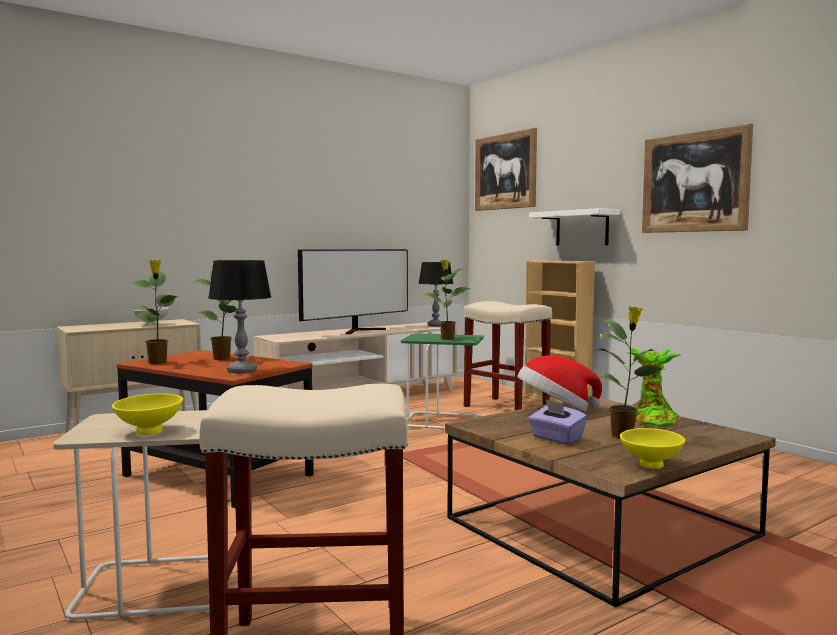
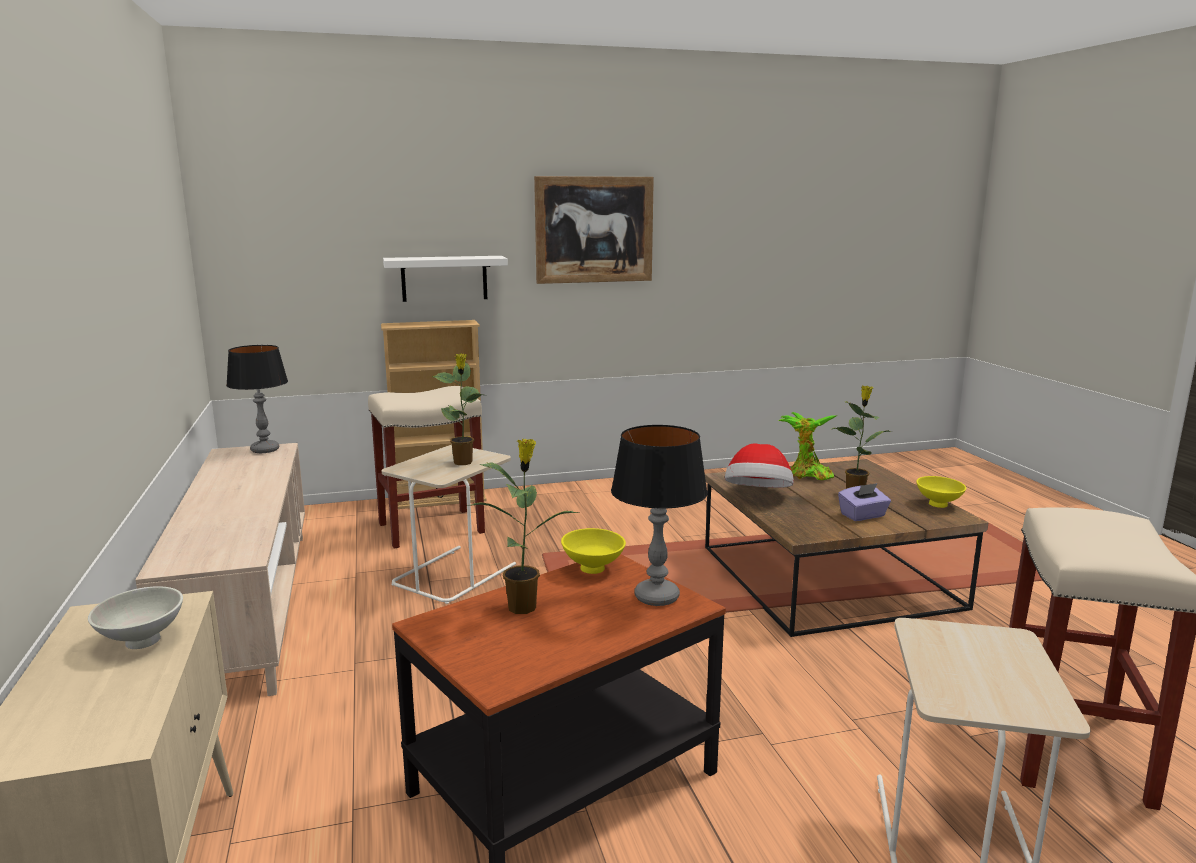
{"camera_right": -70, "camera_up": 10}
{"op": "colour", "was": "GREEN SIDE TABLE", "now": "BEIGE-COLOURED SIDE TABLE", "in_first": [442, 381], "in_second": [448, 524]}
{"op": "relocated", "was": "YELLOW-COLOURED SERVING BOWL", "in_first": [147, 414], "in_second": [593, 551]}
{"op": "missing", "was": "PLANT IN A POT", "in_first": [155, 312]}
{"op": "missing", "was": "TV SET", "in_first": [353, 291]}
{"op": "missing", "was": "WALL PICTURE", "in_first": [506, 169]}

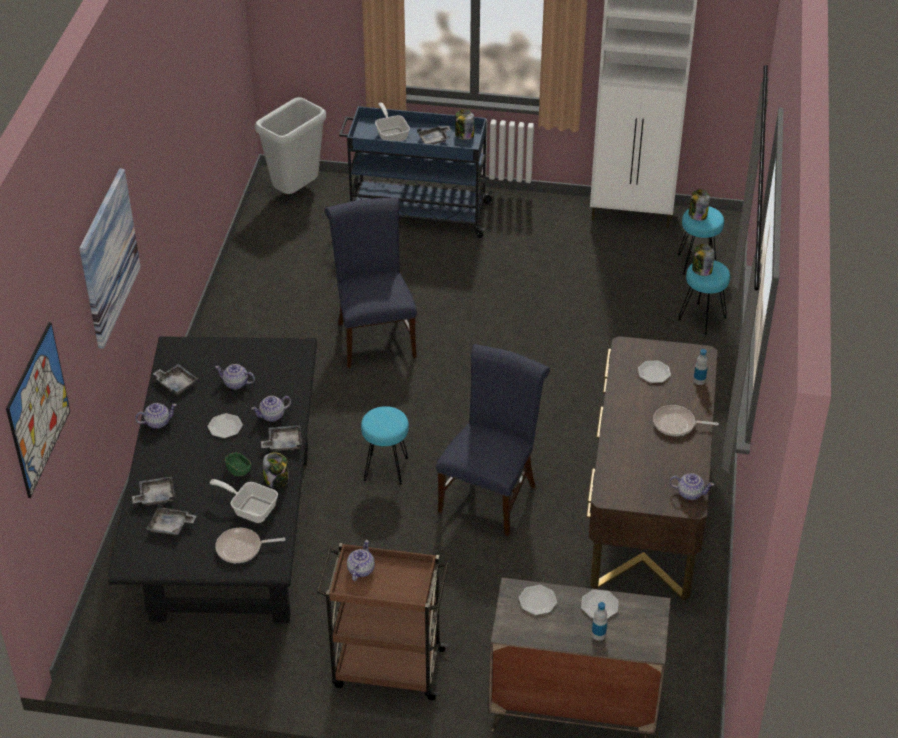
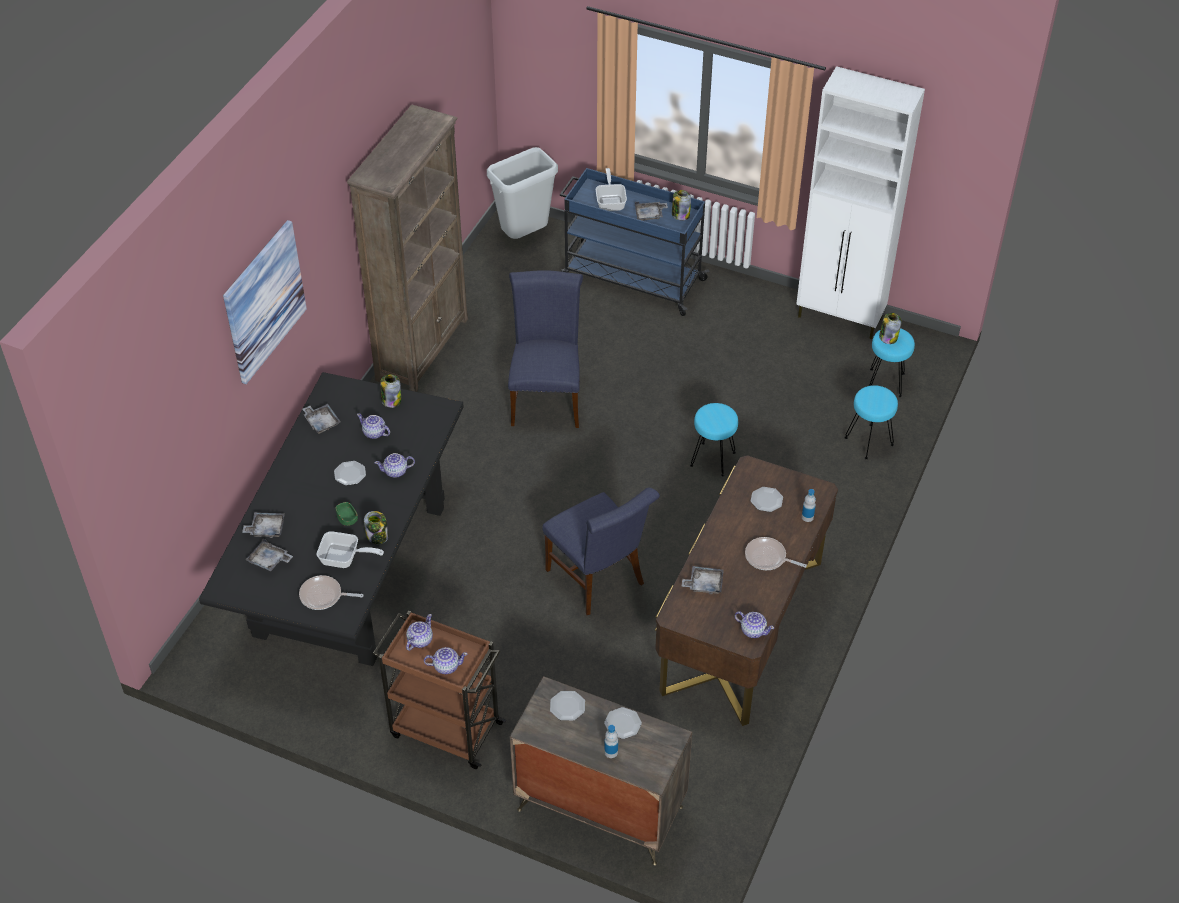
{"camera_right": 15, "camera_up": 5}
{"op": "spun", "was": "SKILLET", "in_first": [244, 501], "in_second": [350, 549], "clockwise": 150}
{"op": "appeared", "now": "BROWNISH BOOKSHELF", "in_second": [407, 248]}
{"op": "relocated", "was": "STORAGE JAR", "in_first": [703, 260], "in_second": [390, 391]}
{"op": "relocated", "was": "TEAPOT", "in_first": [156, 416], "in_second": [446, 660]}
{"op": "spun", "was": "BLUE PLAIN CHAIR", "in_first": [493, 440], "in_second": [601, 551], "clockwise": 105}
{"op": "relocated", "was": "GREYISH SERVING TRAY", "in_first": [281, 438], "in_second": [703, 580]}
{"op": "relocated", "was": "TURQUOISE-COLOURED STOOL", "in_first": [385, 445], "in_second": [714, 440]}
{"op": "missing", "was": "WALL PICTURE", "in_first": [38, 410]}

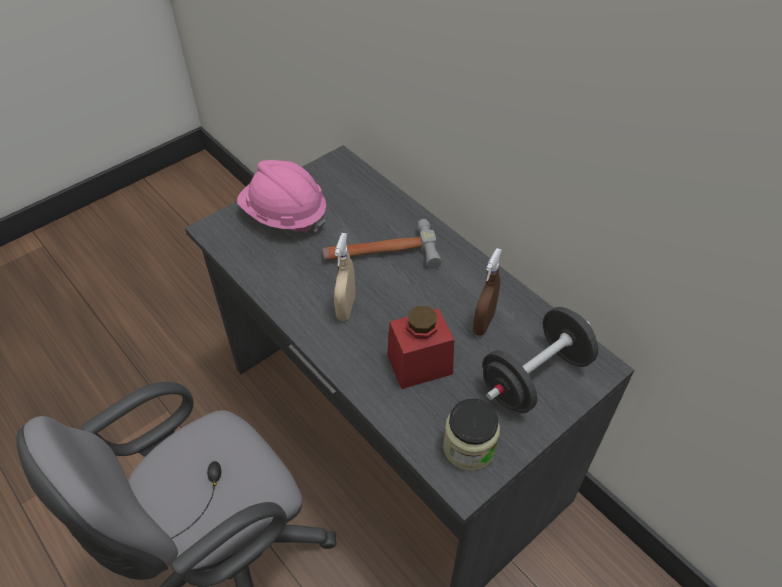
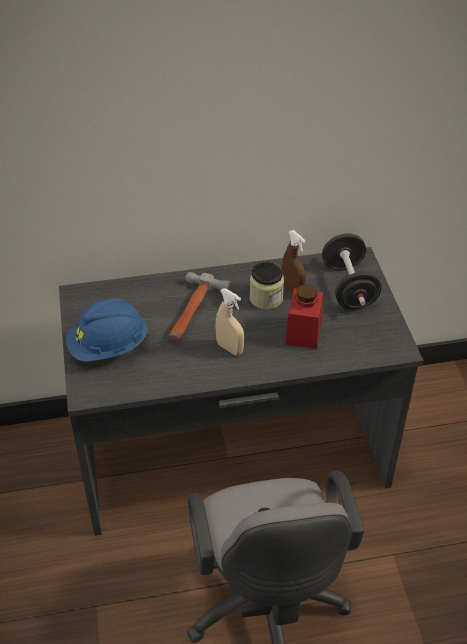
{"camera_right": -60, "camera_up": -5}
{"op": "colour", "was": "PINK-COLOURED HARD HAT", "now": "BLUE HARD HAT", "in_first": [281, 196], "in_second": [107, 330]}
{"op": "relocated", "was": "STORAGE JAR", "in_first": [471, 434], "in_second": [267, 286]}

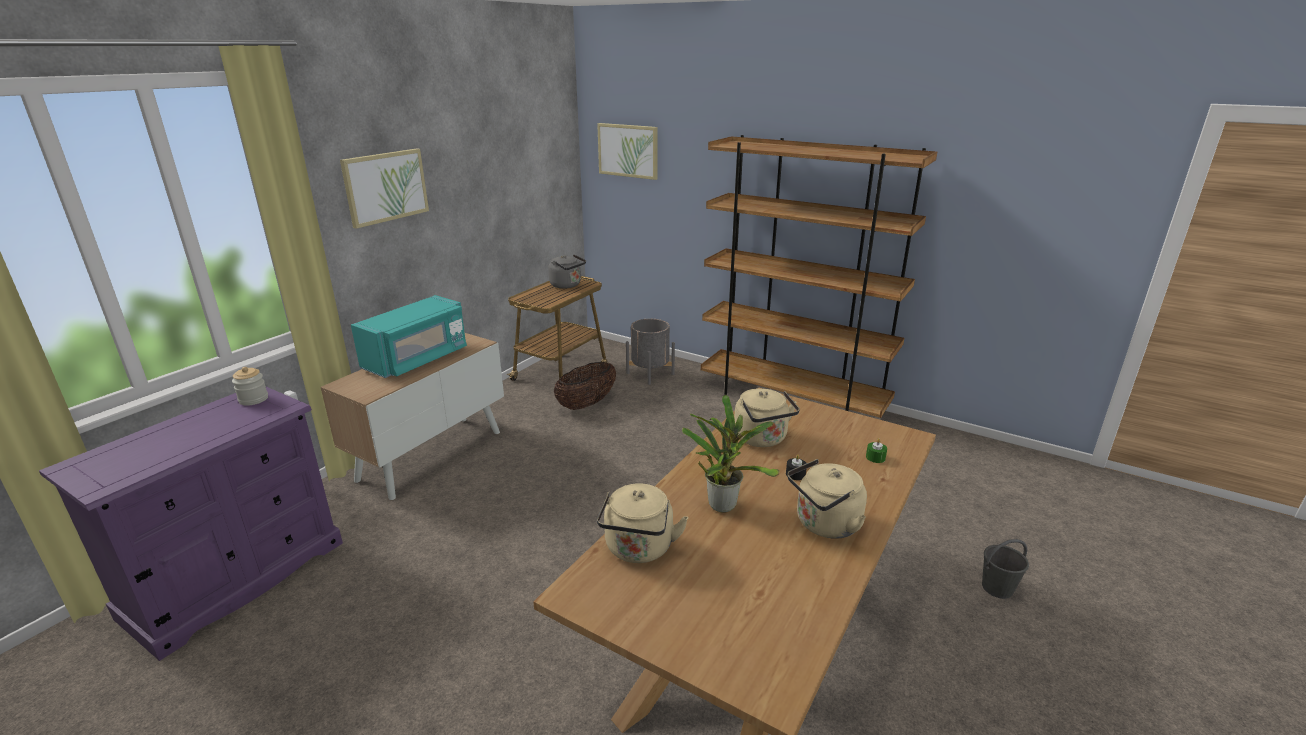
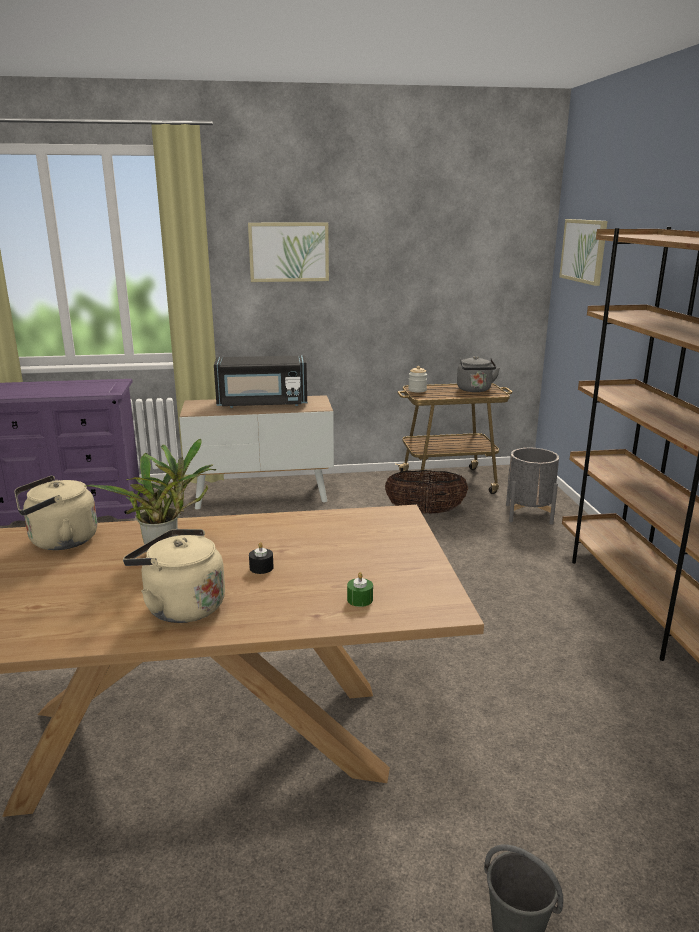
{"camera_right": 50, "camera_up": -5}
{"op": "colour", "was": "TURQUOISE-COLOURED MICROWAVE", "now": "BLACKISH MICROWAVE", "in_first": [409, 336], "in_second": [260, 381]}
{"op": "relocated", "was": "STORAGE JAR", "in_first": [250, 386], "in_second": [417, 379]}
{"op": "missing", "was": "BEIGE-COLOURED KETTLE", "in_first": [767, 417]}

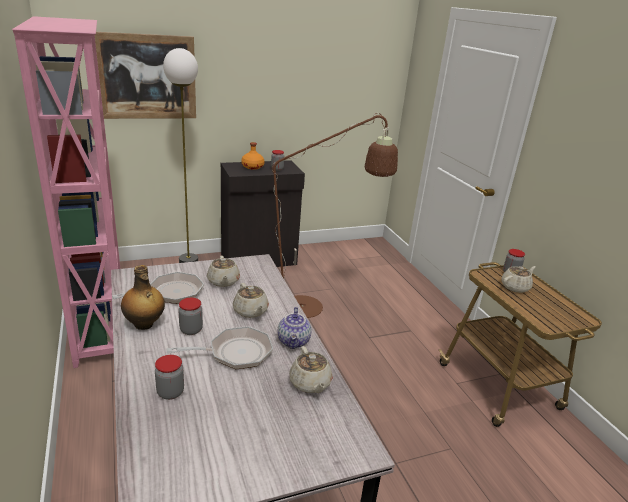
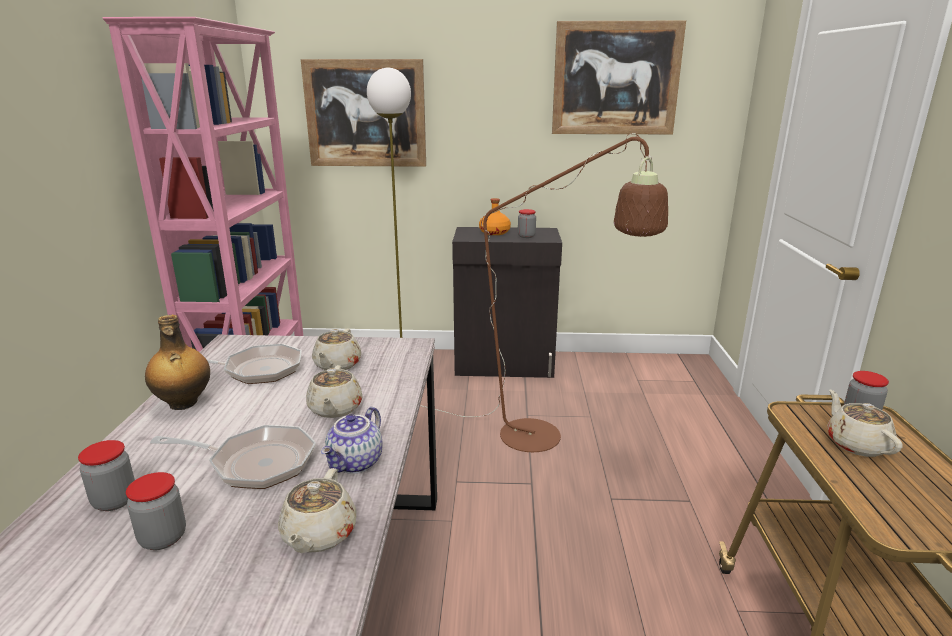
{"camera_right": 25, "camera_up": -5}
{"op": "relocated", "was": "STORAGE JAR", "in_first": [190, 316], "in_second": [156, 511]}
{"op": "appeared", "now": "WALL PICTURE", "in_second": [619, 77]}
{"op": "spun", "was": "BEIGE-COLOURED TEAPOT", "in_first": [518, 279], "in_second": [864, 423], "clockwise": -90}

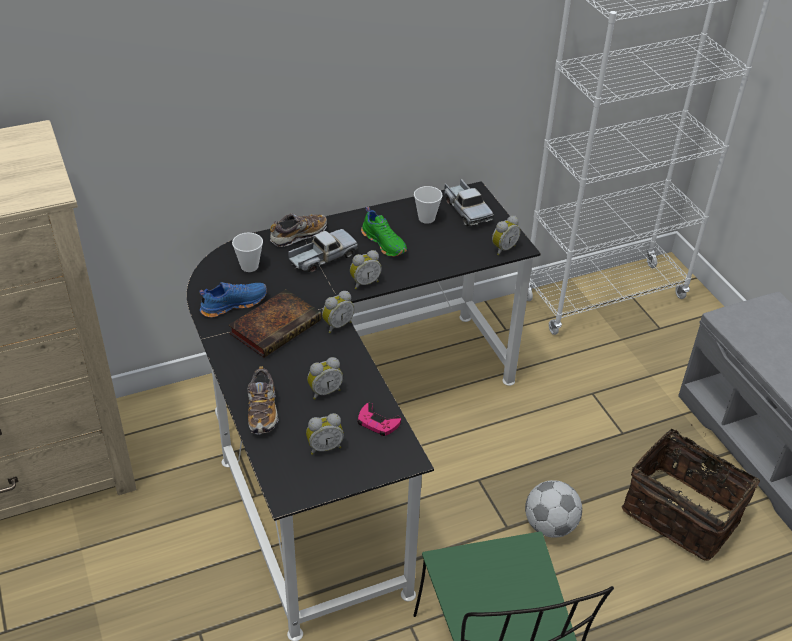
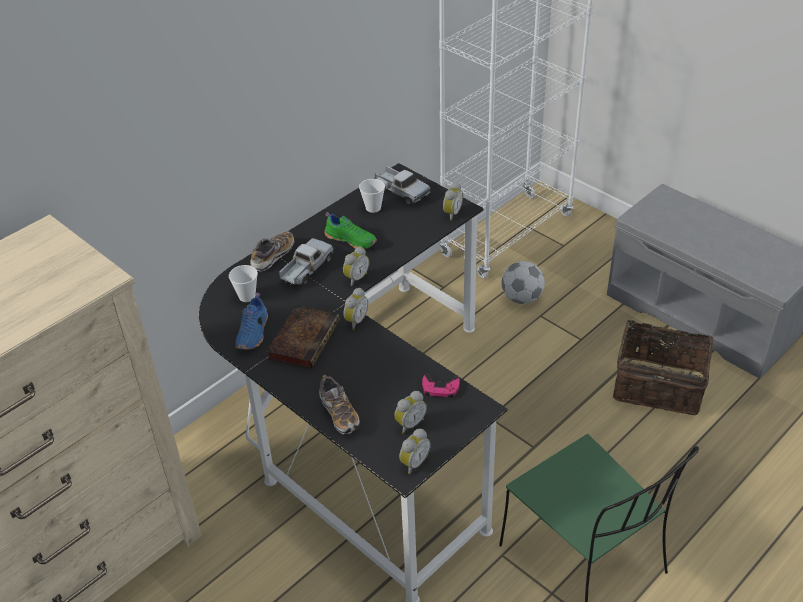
{"camera_right": -20, "camera_up": 0}
{"op": "spun", "was": "BLUE SHOE", "in_first": [233, 300], "in_second": [252, 321], "clockwise": 150}
{"op": "relocated", "was": "TABLE CLOCK", "in_first": [325, 378], "in_second": [415, 451]}
{"op": "relocated", "was": "BALL FOR FOOTBALL", "in_first": [553, 509], "in_second": [523, 282]}

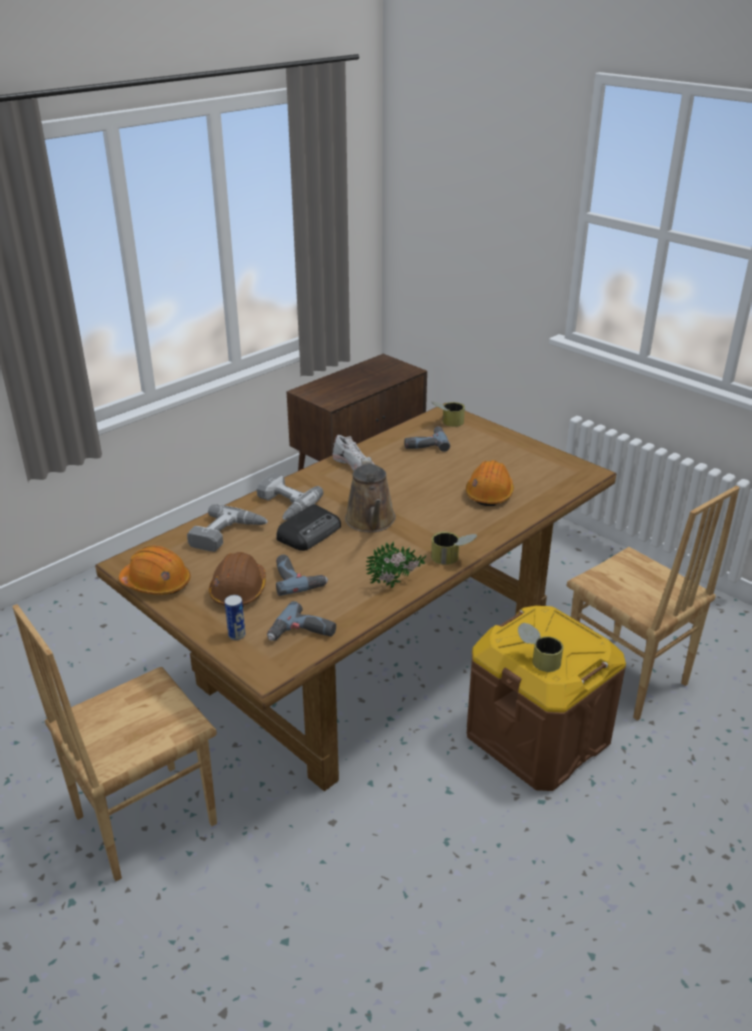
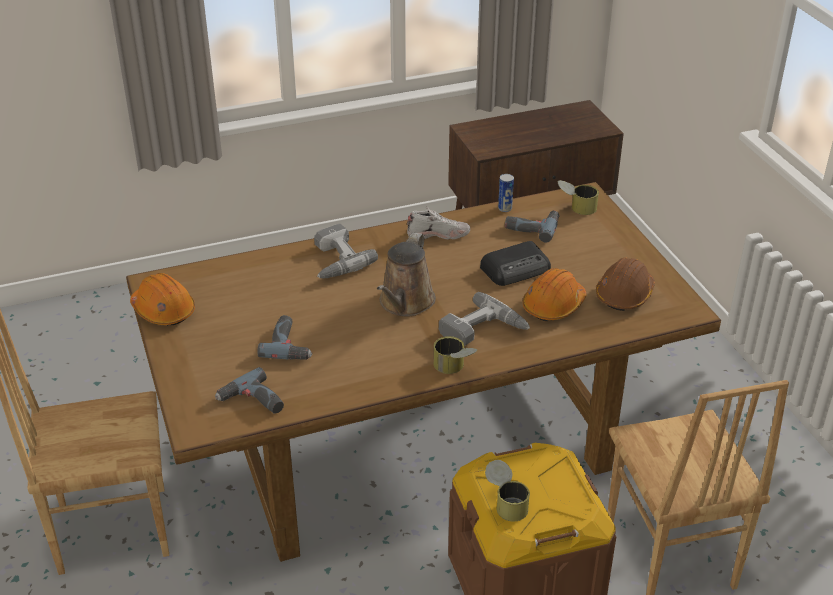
{"camera_right": 25, "camera_up": 5}
{"op": "spun", "was": "WHITE SHOE", "in_first": [353, 453], "in_second": [438, 223], "clockwise": -75}
{"op": "relocated", "was": "POWER DRILL", "in_first": [227, 528], "in_second": [484, 319]}
{"op": "relocated", "was": "RADIO SET", "in_first": [308, 527], "in_second": [515, 263]}
{"op": "relocated", "was": "CAN", "in_first": [235, 617], "in_second": [506, 193]}
{"op": "relocated", "was": "BROWNISH HARD HAT", "in_first": [237, 579], "in_second": [625, 284]}
{"op": "missing", "was": "PLANT IN A POT", "in_first": [396, 564]}

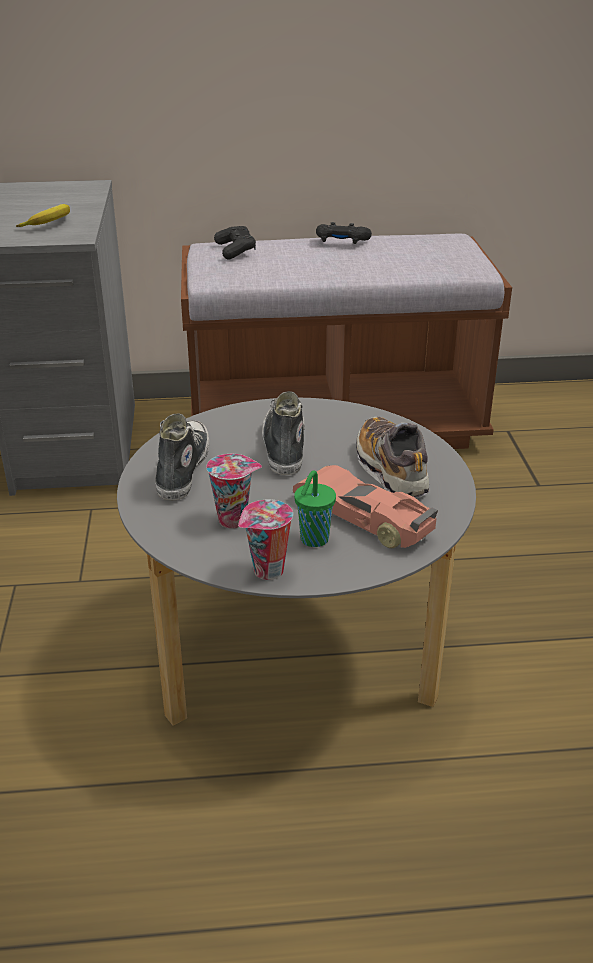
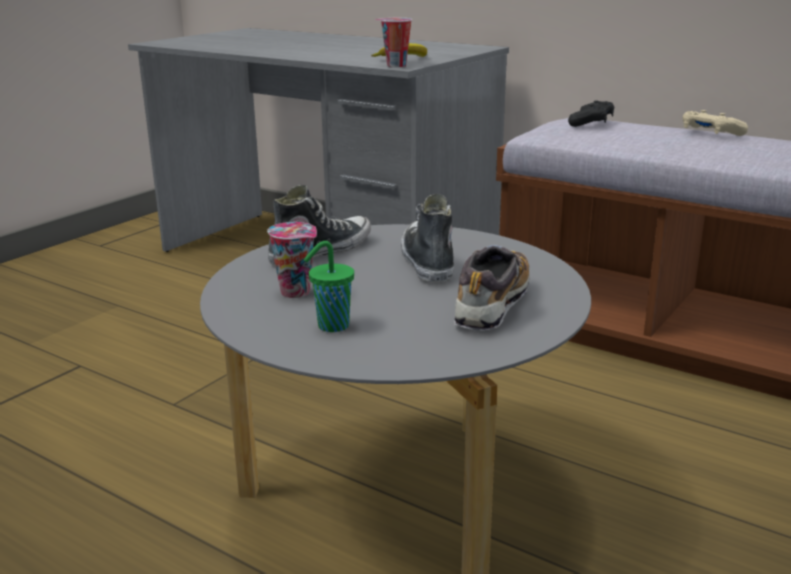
{"camera_right": 40, "camera_up": -10}
{"op": "relocated", "was": "SMALL CUP", "in_first": [265, 539], "in_second": [393, 42]}
{"op": "spun", "was": "SHOE", "in_first": [283, 433], "in_second": [427, 238], "clockwise": -45}
{"op": "colour", "was": "BLACKISH GAMEPAD", "now": "BEIGE-COLOURED GAMEPAD", "in_first": [344, 233], "in_second": [715, 123]}
{"op": "missing", "was": "MODEL CAR", "in_first": [365, 506]}

